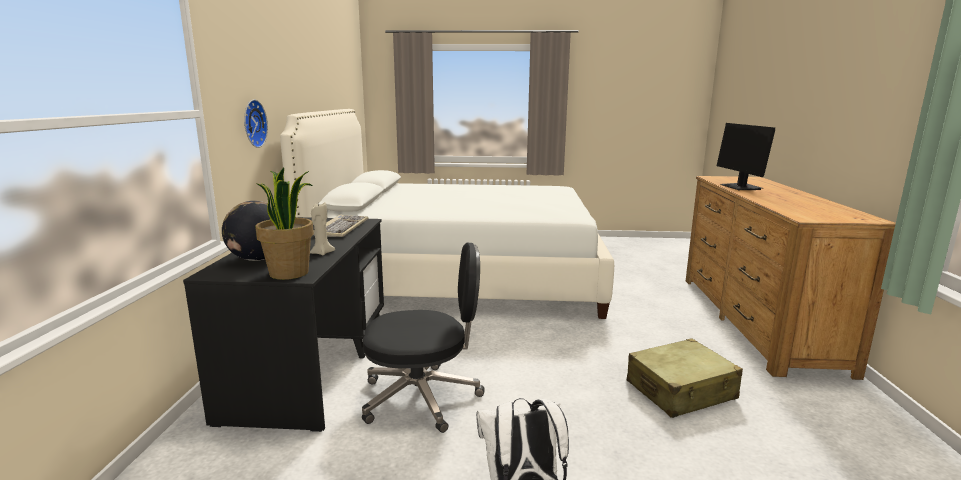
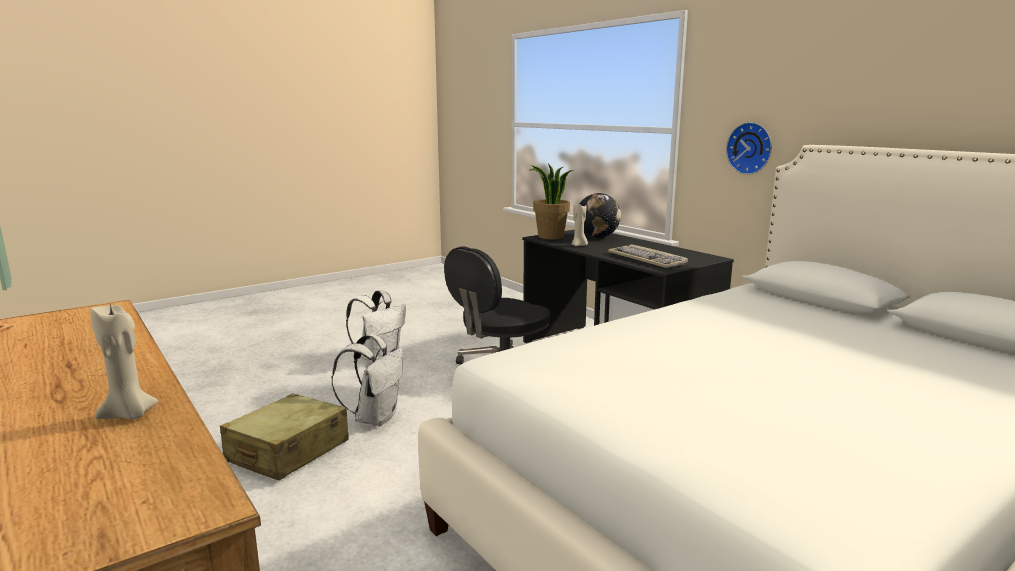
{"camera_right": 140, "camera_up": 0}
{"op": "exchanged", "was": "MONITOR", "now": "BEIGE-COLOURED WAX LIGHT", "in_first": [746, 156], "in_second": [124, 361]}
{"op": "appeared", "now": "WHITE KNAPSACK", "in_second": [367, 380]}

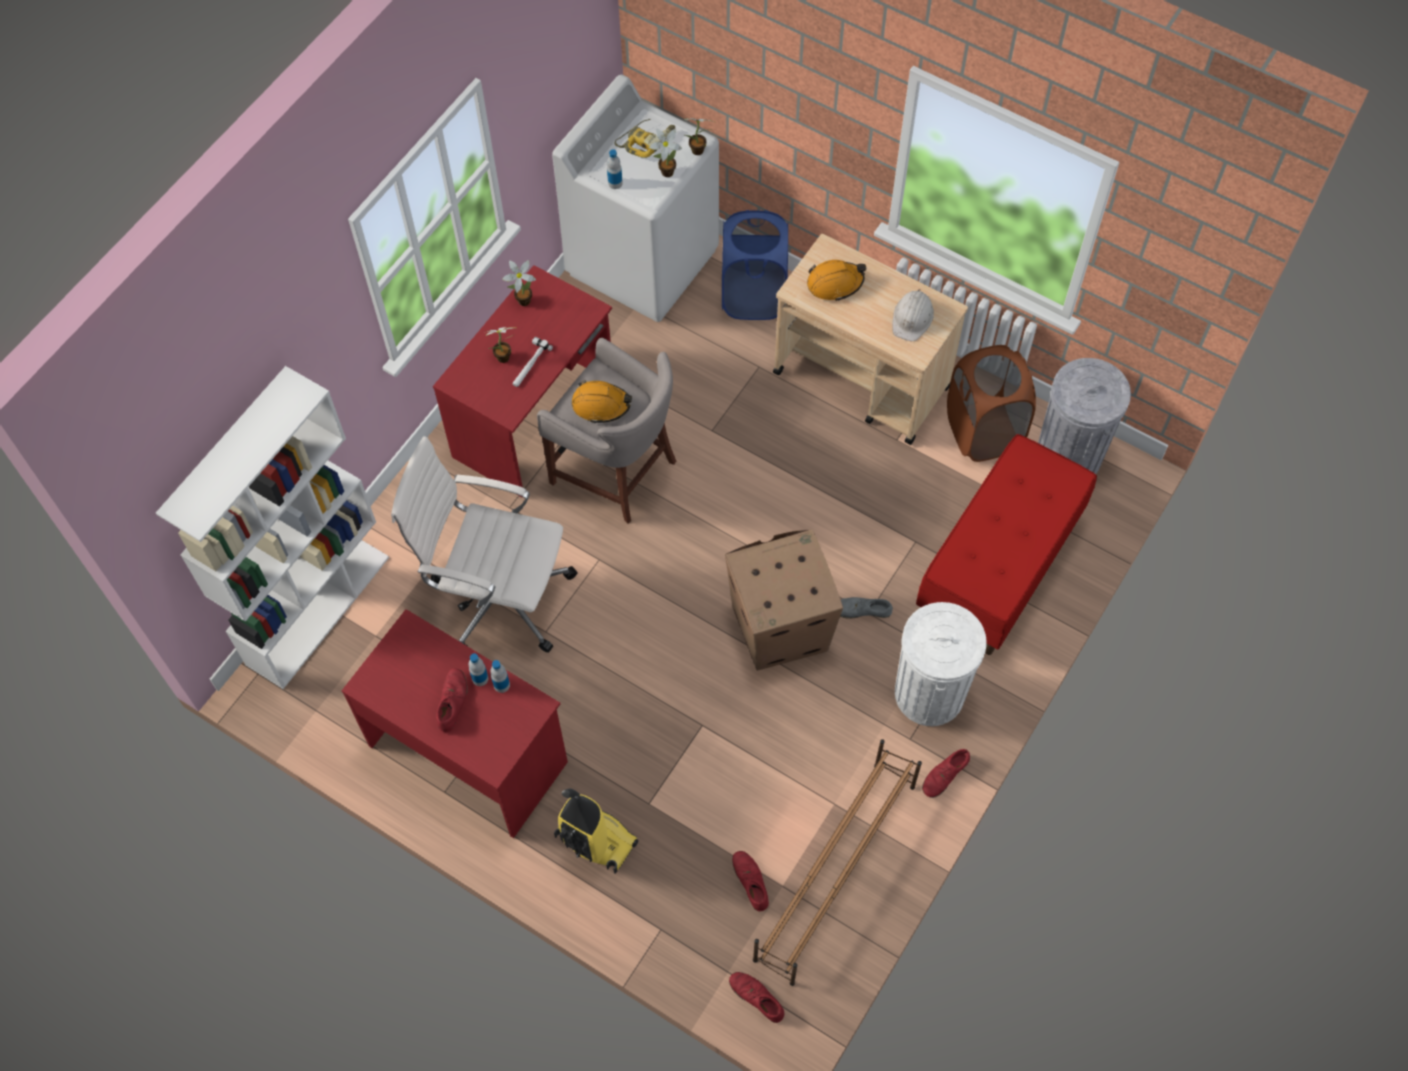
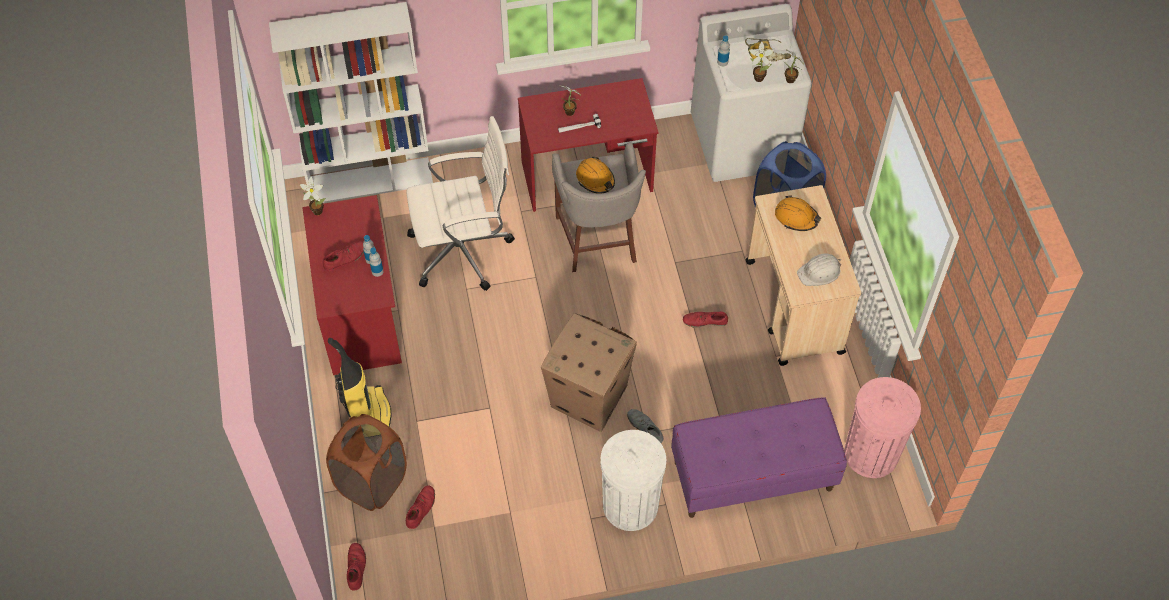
{"camera_right": 45, "camera_up": -5}
{"op": "relocated", "was": "PLANT IN A POT", "in_first": [519, 283], "in_second": [313, 196]}
{"op": "relocated", "was": "BROWNISH WASHING BASKET", "in_first": [991, 403], "in_second": [366, 462]}
{"op": "spun", "was": "WHITE OFFICE CHAIR", "in_first": [484, 544], "in_second": [460, 203], "clockwise": 105}
{"op": "colour", "was": "RED-COLOURED INDOOR BENCH", "now": "PURPLE INDOOR BENCH", "in_first": [1006, 544], "in_second": [759, 457]}
{"op": "relocated", "was": "RED-COLOURED SHOE", "in_first": [946, 773], "in_second": [705, 319]}
{"op": "colour", "was": "GREYISH WASTE BIN", "now": "PINK-COLOURED WASTE BIN", "in_first": [1084, 416], "in_second": [882, 427]}
{"op": "missing", "was": "BROWNISH SHOE STAND", "in_first": [837, 862]}

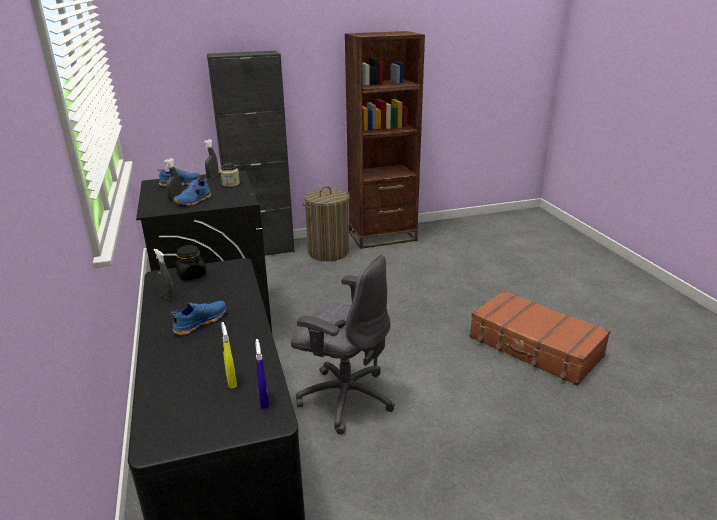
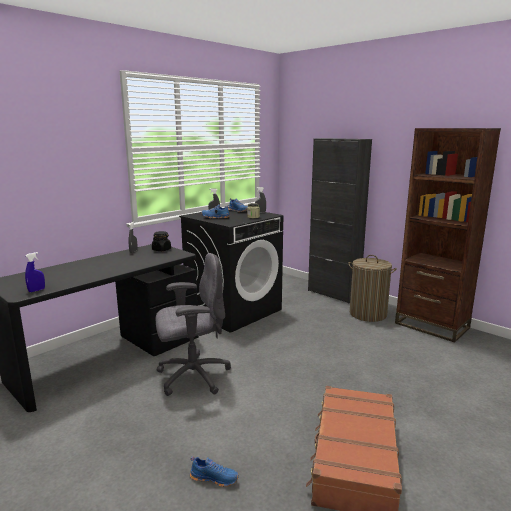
{"camera_right": 60, "camera_up": -10}
{"op": "spun", "was": "GREYISH OFFICE CHAIR", "in_first": [343, 344], "in_second": [193, 324], "clockwise": -105}
{"op": "relocated", "was": "BLUE SHOE", "in_first": [198, 318], "in_second": [214, 471]}
{"op": "missing", "was": "YELLOW-COLOURED SPRAYER", "in_first": [229, 355]}

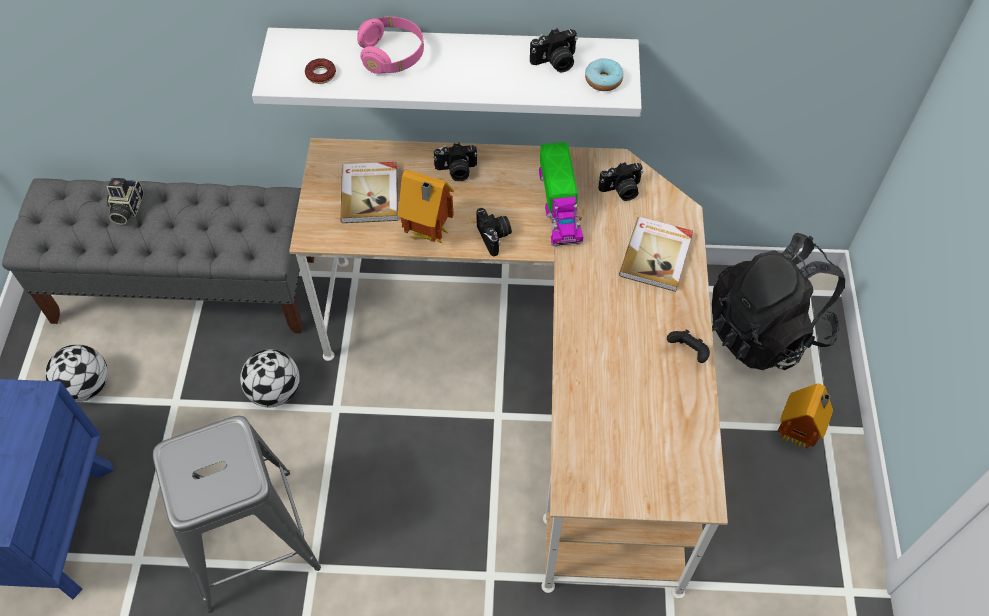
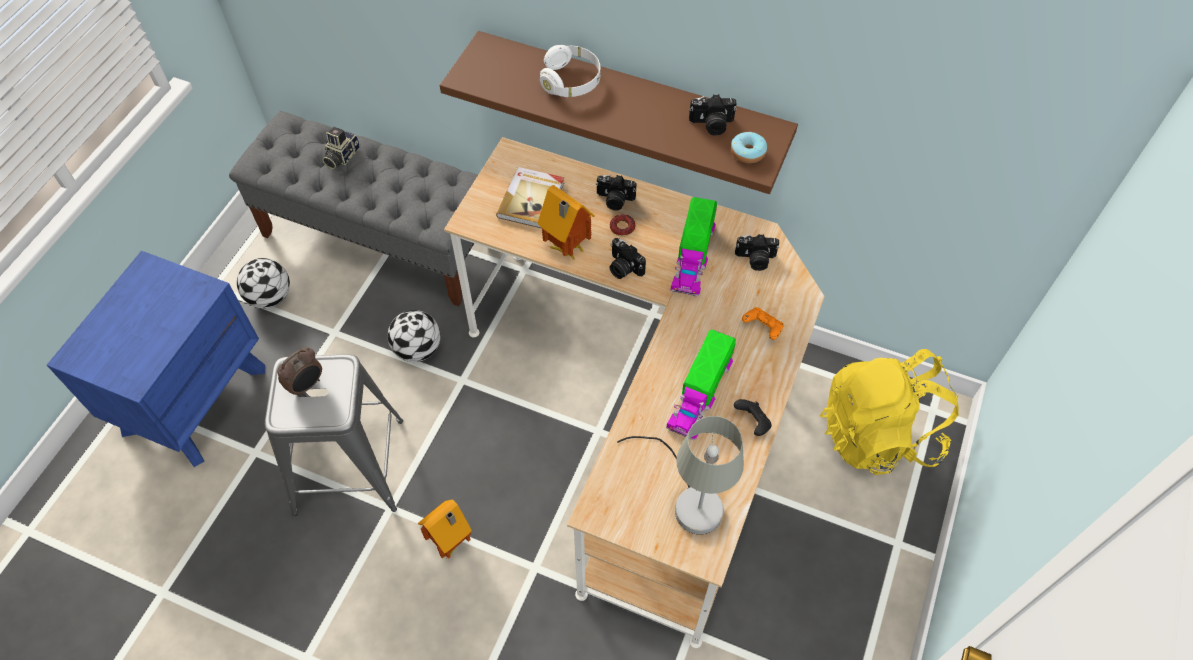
{"camera_right": 20, "camera_up": 0}
{"op": "appeared", "now": "TABLE CLOCK", "in_second": [299, 372]}
{"op": "relocated", "was": "MODEL HOUSE", "in_first": [805, 416], "in_second": [445, 529]}
{"op": "colour", "was": "WHITE WALL SHELF", "now": "BROWNISH WALL SHELF", "in_first": [447, 72], "in_second": [619, 112]}
{"op": "colour", "was": "PINK-COLOURED PAIR OF HEADPHONES", "now": "WHITE PAIR OF HEADPHONES", "in_first": [390, 45], "in_second": [570, 71]}
{"op": "spun", "was": "PHOTO CAMERA", "in_first": [494, 232], "in_second": [627, 258], "clockwise": 135}
{"op": "relocated", "was": "DOUGHNUT", "in_first": [320, 71], "in_second": [622, 225]}
{"op": "appeared", "now": "GREYISH TABLE LAMP", "in_second": [680, 475]}
{"op": "appeared", "now": "TOY TRUCK", "in_second": [701, 385]}
{"op": "exchanged", "was": "BOOK", "now": "ORANGEY GAMEPAD", "in_first": [656, 254], "in_second": [763, 323]}
{"op": "colour", "was": "BLACKISH KNAPSACK", "now": "YELLOW-COLOURED KNAPSACK", "in_first": [778, 301], "in_second": [889, 412]}

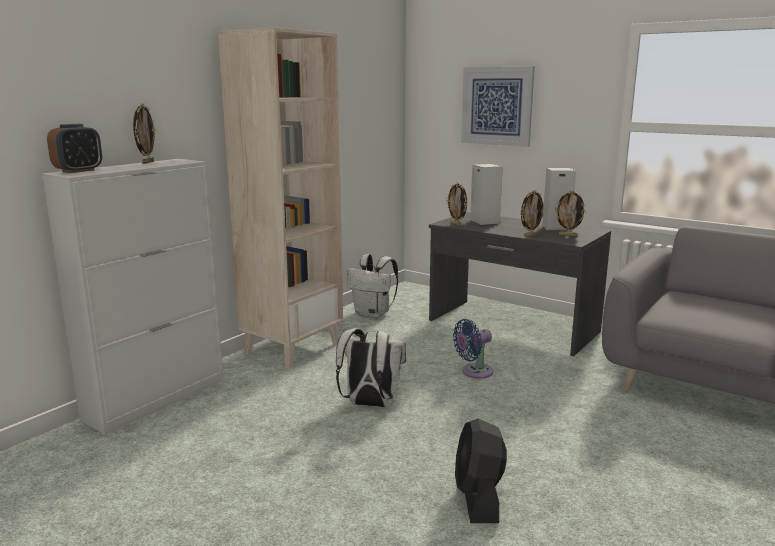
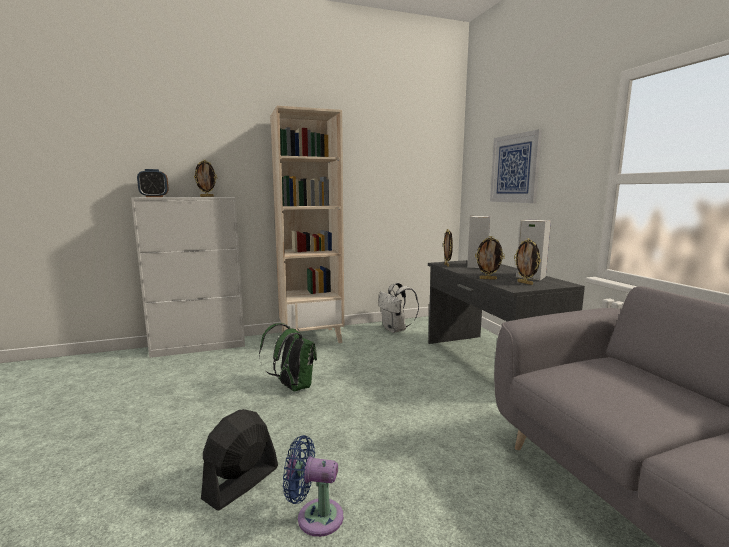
{"camera_right": 35, "camera_up": -5}
{"op": "colour", "was": "WHITE KNAPSACK", "now": "GREEN KNAPSACK", "in_first": [371, 368], "in_second": [288, 357]}
{"op": "relocated", "was": "BLUE COOLING FAN", "in_first": [473, 349], "in_second": [313, 486]}

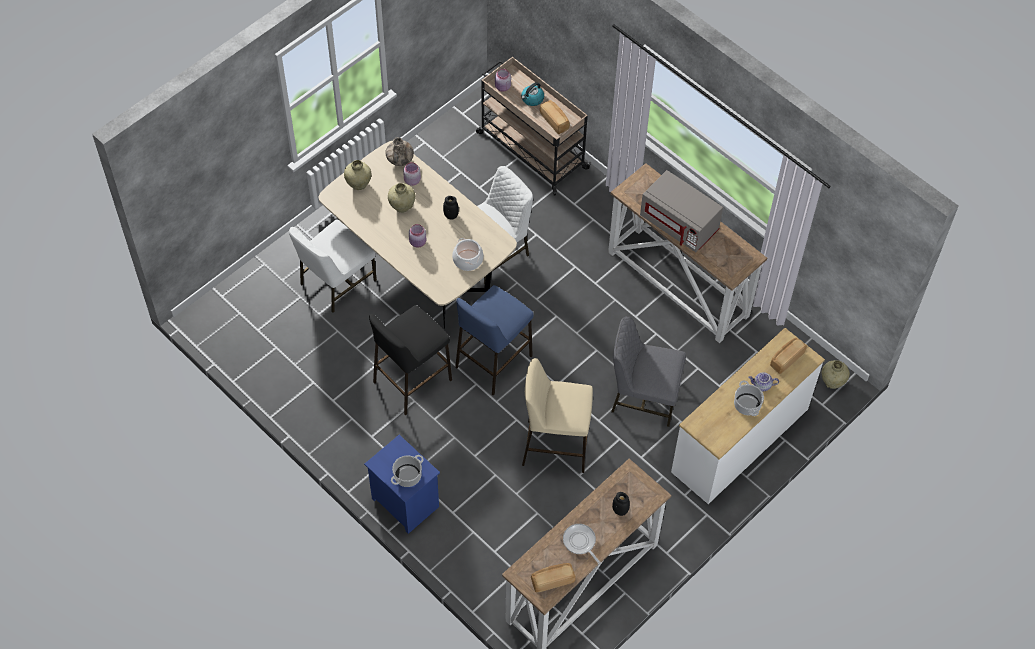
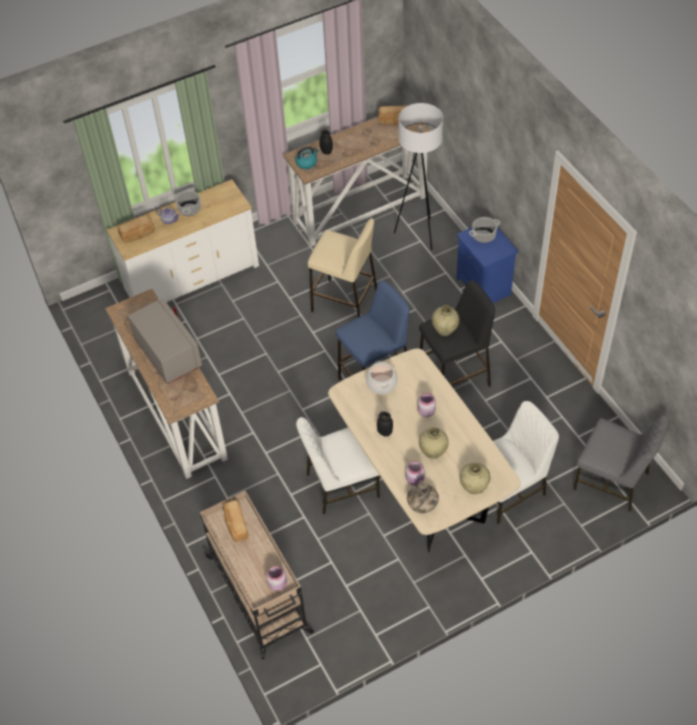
{"camera_right": -160, "camera_up": -5}
{"op": "relocated", "was": "KETTLE", "in_first": [532, 94], "in_second": [307, 157]}
{"op": "appeared", "now": "WHITE STANDING LAMP", "in_second": [418, 176]}
{"op": "relocated", "was": "BEIGE-COLOURED FLOWER VASE", "in_first": [836, 374], "in_second": [445, 320]}
{"op": "relocated", "was": "GREYISH PLAIN CHAIR", "in_first": [648, 371], "in_second": [621, 463]}
{"op": "missing", "was": "SKILLET", "in_first": [582, 544]}

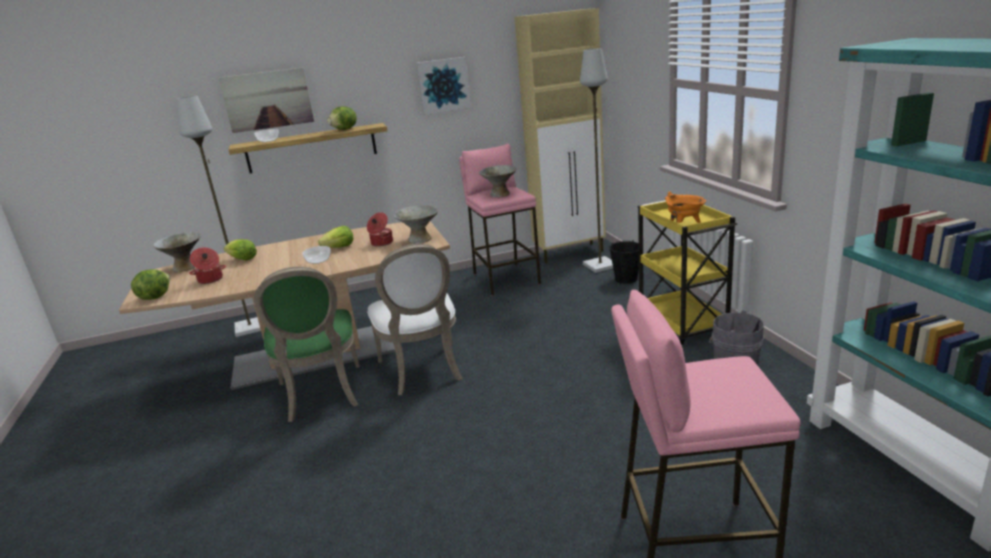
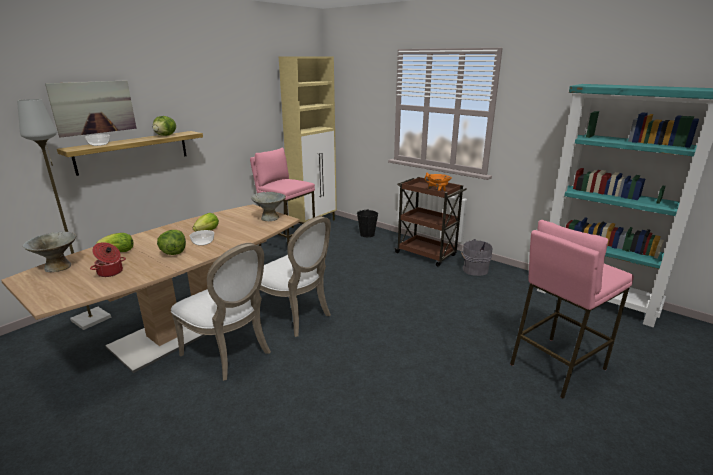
{"camera_right": -35, "camera_up": 0}
{"op": "relocated", "was": "LETTUCE HEAD", "in_first": [150, 284], "in_second": [171, 242]}
{"op": "colour", "was": "GREEN PLAIN CHAIR", "now": "WHITE PLAIN CHAIR", "in_first": [307, 344], "in_second": [221, 312]}
{"op": "colour", "was": "YELLOW-COLOURED TROLLEY", "now": "BROWNISH TROLLEY", "in_first": [687, 272], "in_second": [431, 222]}
{"op": "missing", "was": "STOCKPOT", "in_first": [380, 230]}
{"op": "missing", "was": "WALL PICTURE", "in_first": [443, 85]}
{"op": "missing", "was": "GREYISH SERVING BOWL", "in_first": [497, 181]}
{"op": "missing", "was": "GREYISH STANDING LAMP", "in_first": [596, 160]}

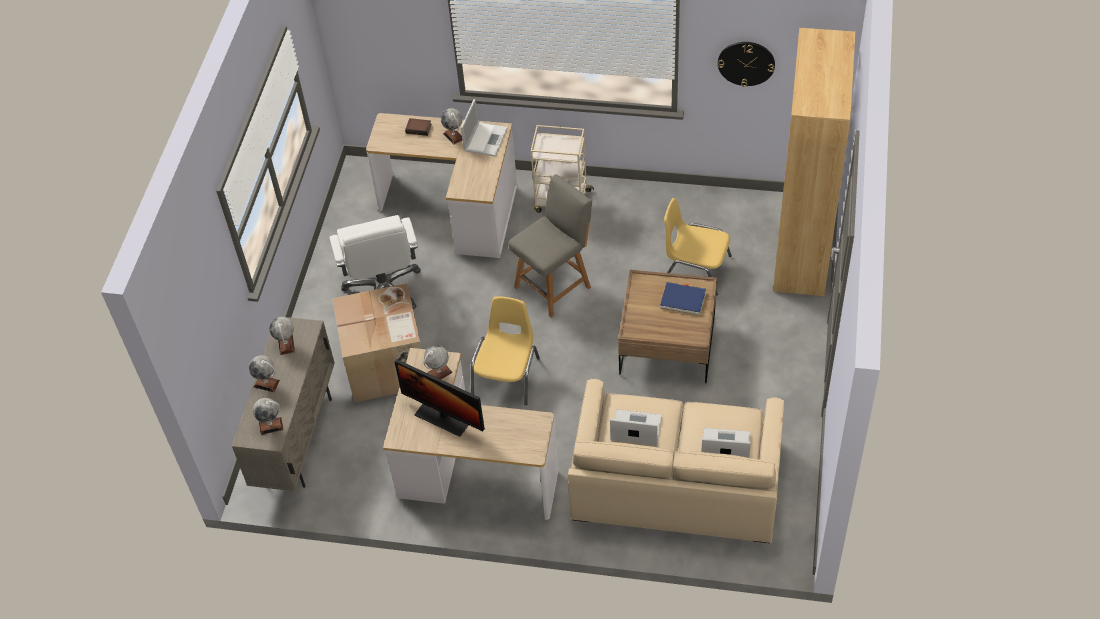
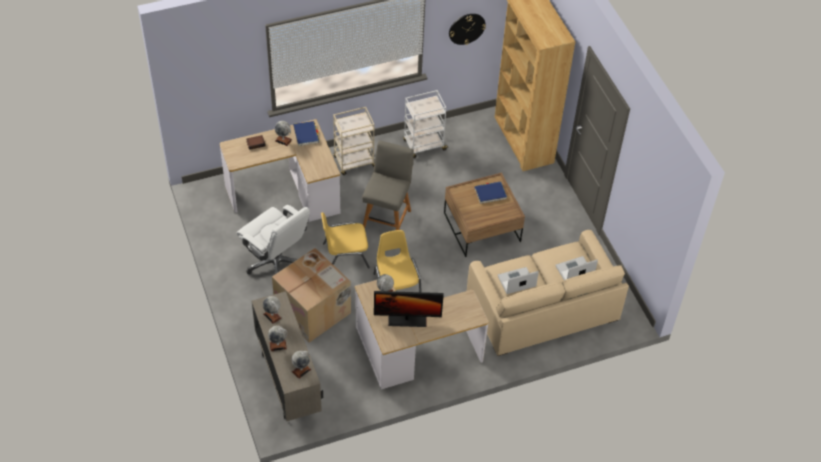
{"camera_right": -35, "camera_up": 0}
{"op": "exchanged", "was": "PORTABLE COMPUTER", "now": "BLUE BOOK", "in_first": [484, 127], "in_second": [306, 133]}
{"op": "relocated", "was": "YELLOW-COLOURED PLAIN CHAIR", "in_first": [698, 247], "in_second": [345, 240]}
{"op": "appeared", "now": "WHITE TROLLEY", "in_second": [425, 124]}

